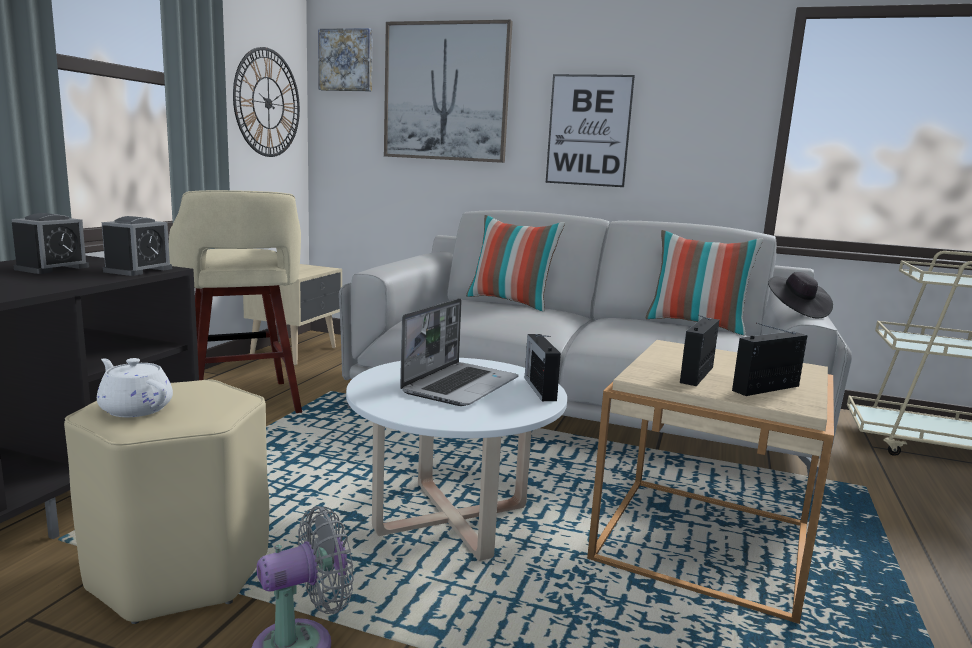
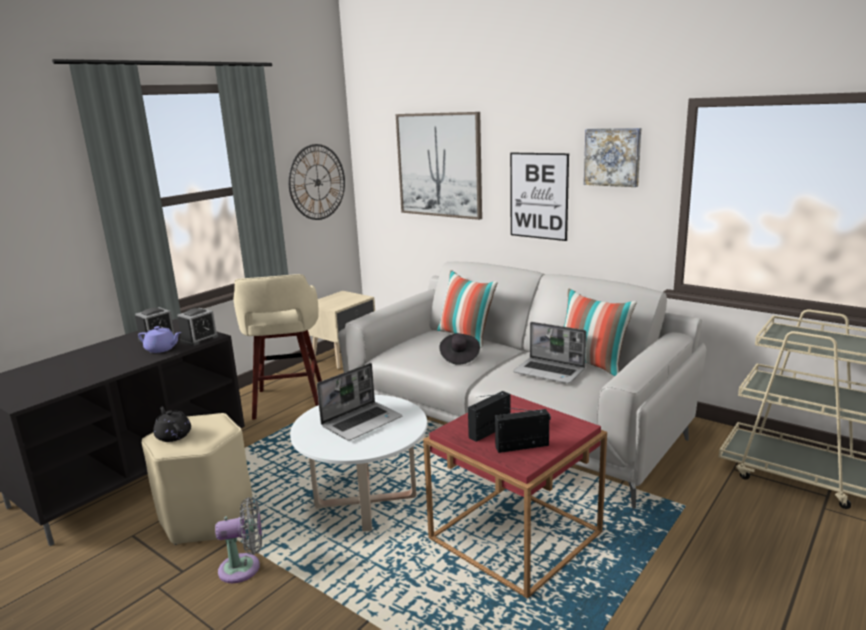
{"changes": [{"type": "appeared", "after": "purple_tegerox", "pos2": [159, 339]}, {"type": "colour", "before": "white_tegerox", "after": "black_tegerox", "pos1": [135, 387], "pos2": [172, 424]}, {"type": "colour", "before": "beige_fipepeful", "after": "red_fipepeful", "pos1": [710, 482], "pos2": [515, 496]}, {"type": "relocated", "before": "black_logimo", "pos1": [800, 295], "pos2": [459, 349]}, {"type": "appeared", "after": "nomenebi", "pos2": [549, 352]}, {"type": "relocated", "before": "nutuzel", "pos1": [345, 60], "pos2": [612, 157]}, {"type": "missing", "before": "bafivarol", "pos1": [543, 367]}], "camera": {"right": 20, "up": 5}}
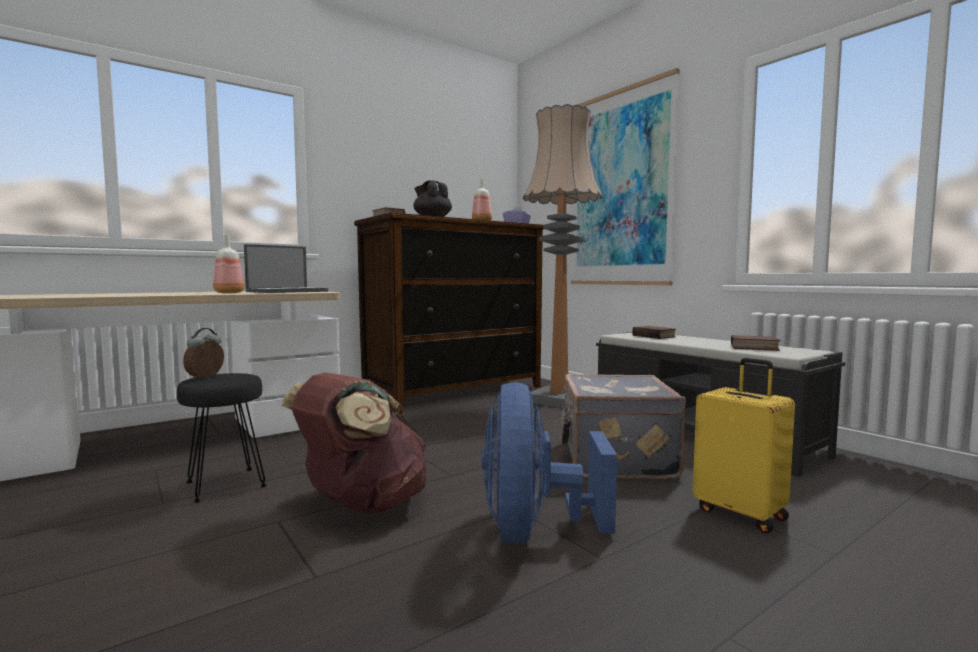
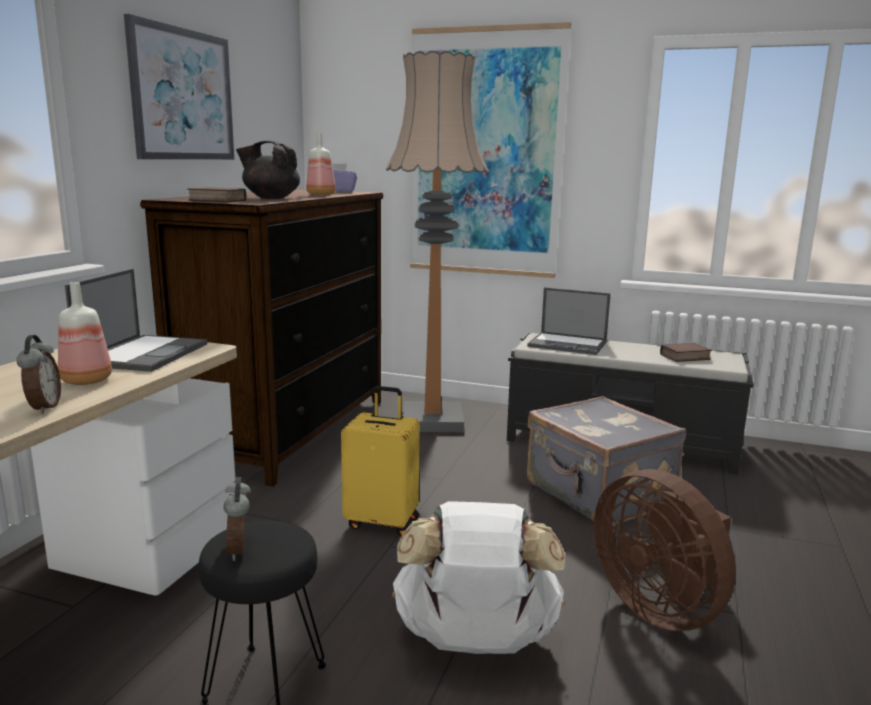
{"changes": [{"type": "appeared", "after": "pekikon", "pos2": [38, 374]}, {"type": "appeared", "after": "nutuzel", "pos2": [179, 87]}, {"type": "relocated", "before": "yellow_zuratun", "pos1": [744, 445], "pos2": [380, 461]}, {"type": "colour", "before": "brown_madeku", "after": "white_madeku", "pos1": [353, 443], "pos2": [478, 577]}, {"type": "exchanged", "before": "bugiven", "after": "nomenebi", "pos1": [654, 332], "pos2": [569, 321]}, {"type": "colour", "before": "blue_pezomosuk", "after": "brown_pezomosuk", "pos1": [549, 463], "pos2": [665, 550]}], "camera": {"right": -35, "up": 10}}
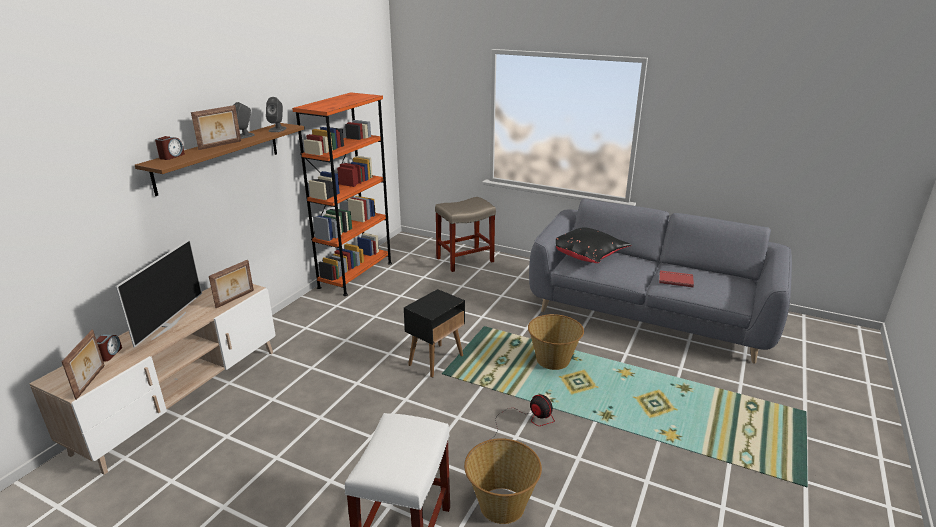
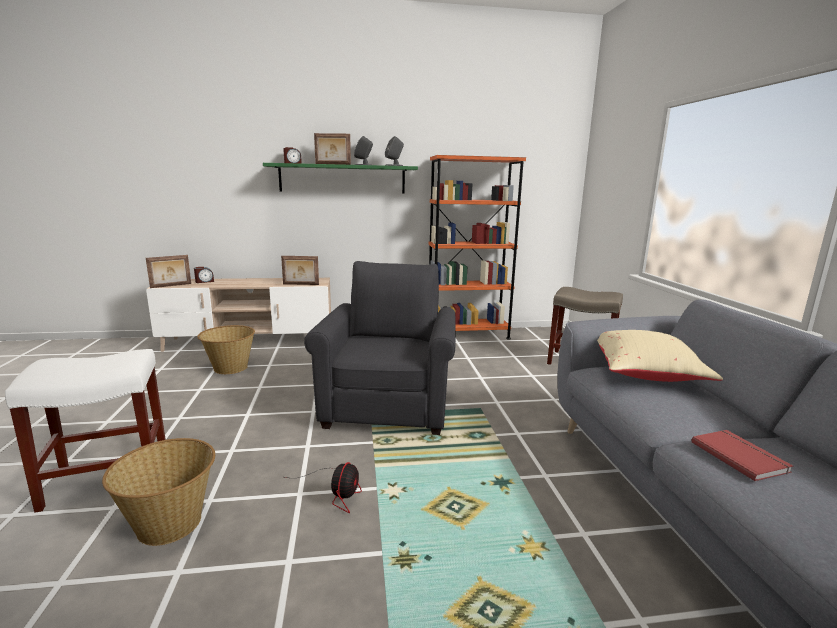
{"changes": [{"type": "relocated", "before": "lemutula", "pos1": [556, 342], "pos2": [226, 349]}, {"type": "colour", "before": "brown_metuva", "after": "green_metuva", "pos1": [220, 159], "pos2": [340, 178]}, {"type": "exchanged", "before": "black_fipepeful", "after": "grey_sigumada", "pos1": [434, 333], "pos2": [380, 348]}, {"type": "colour", "before": "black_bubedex", "after": "beige_bubedex", "pos1": [594, 245], "pos2": [660, 356]}, {"type": "missing", "before": "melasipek", "pos1": [159, 293]}], "camera": {"right": 55, "up": -10}}
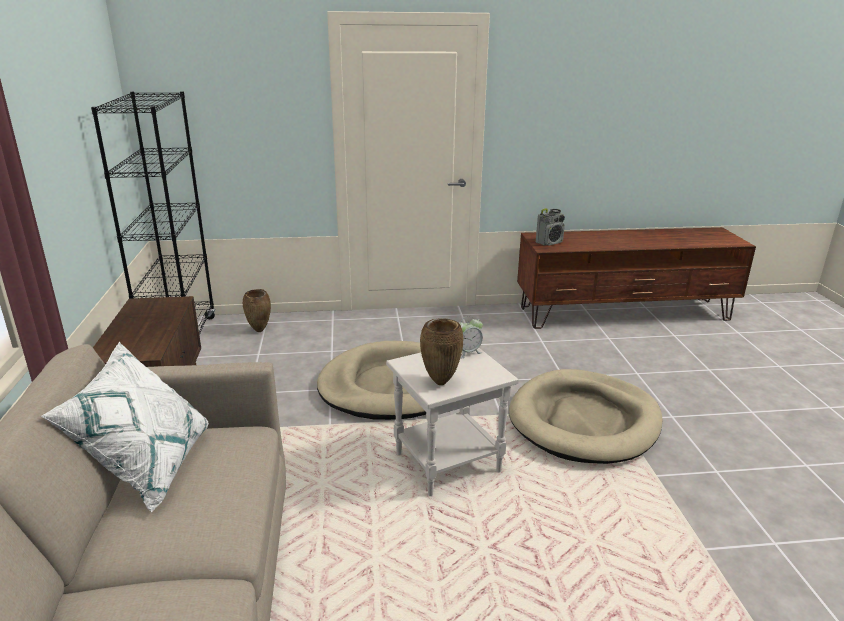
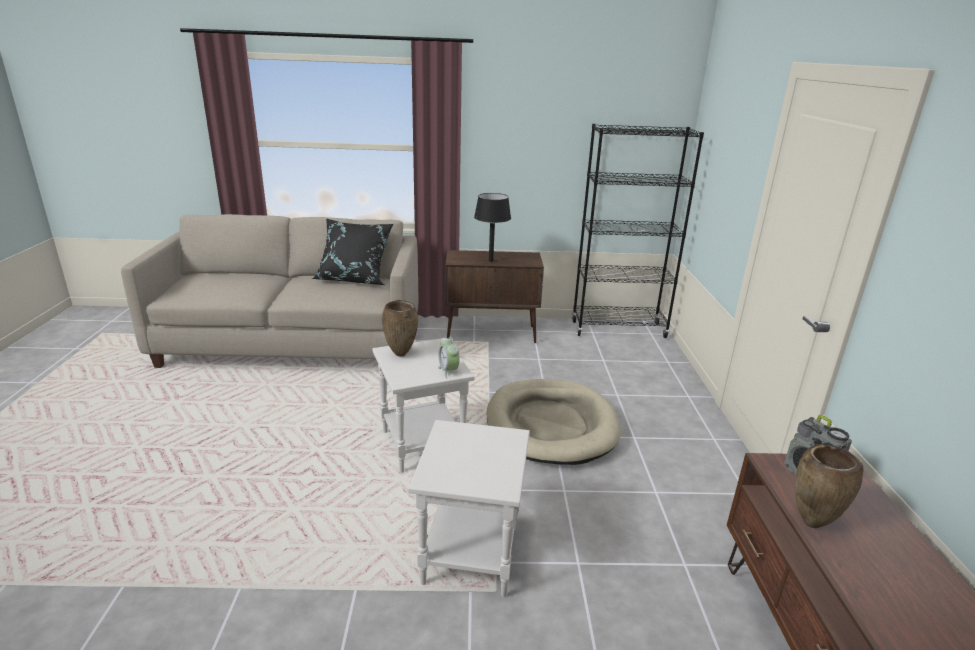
{"changes": [{"type": "colour", "before": "white_bubedex", "after": "black_bubedex", "pos1": [125, 427], "pos2": [352, 251]}, {"type": "exchanged", "before": "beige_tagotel", "after": "white_fipepeful", "pos1": [586, 416], "pos2": [469, 508]}, {"type": "appeared", "after": "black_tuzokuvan", "pos2": [492, 227]}, {"type": "relocated", "before": "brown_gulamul", "pos1": [257, 310], "pos2": [829, 486]}], "camera": {"right": 95, "up": 0}}
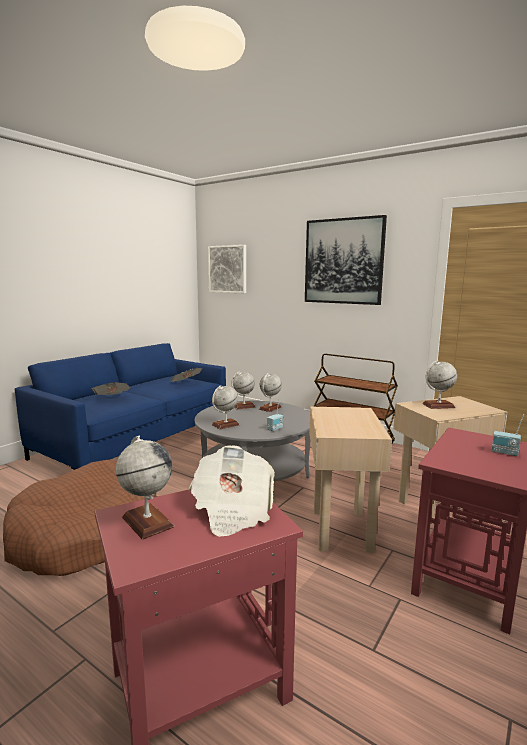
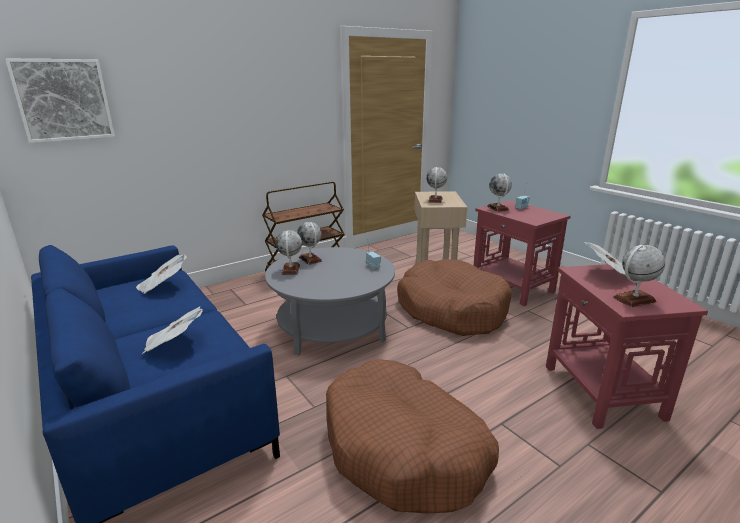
{"changes": [{"type": "exchanged", "before": "beige_fipepeful", "after": "brown_tagotel", "pos1": [350, 480], "pos2": [454, 297]}, {"type": "relocated", "before": "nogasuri", "pos1": [226, 407], "pos2": [499, 193]}, {"type": "missing", "before": "nutuzel", "pos1": [346, 260]}], "camera": {"right": -70, "up": 10}}
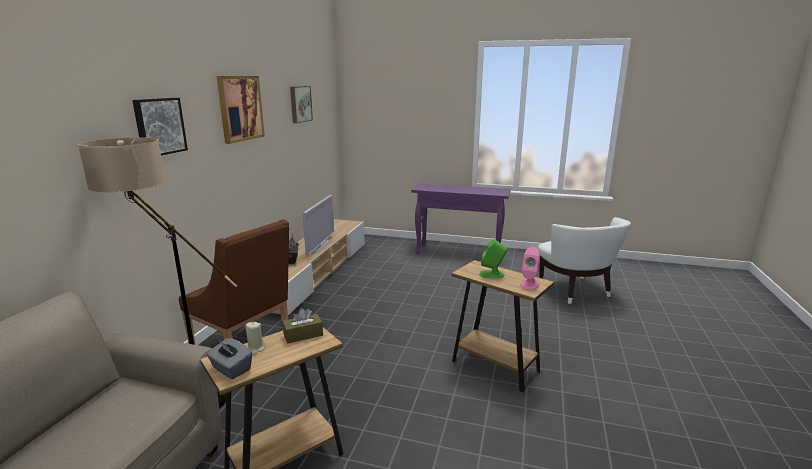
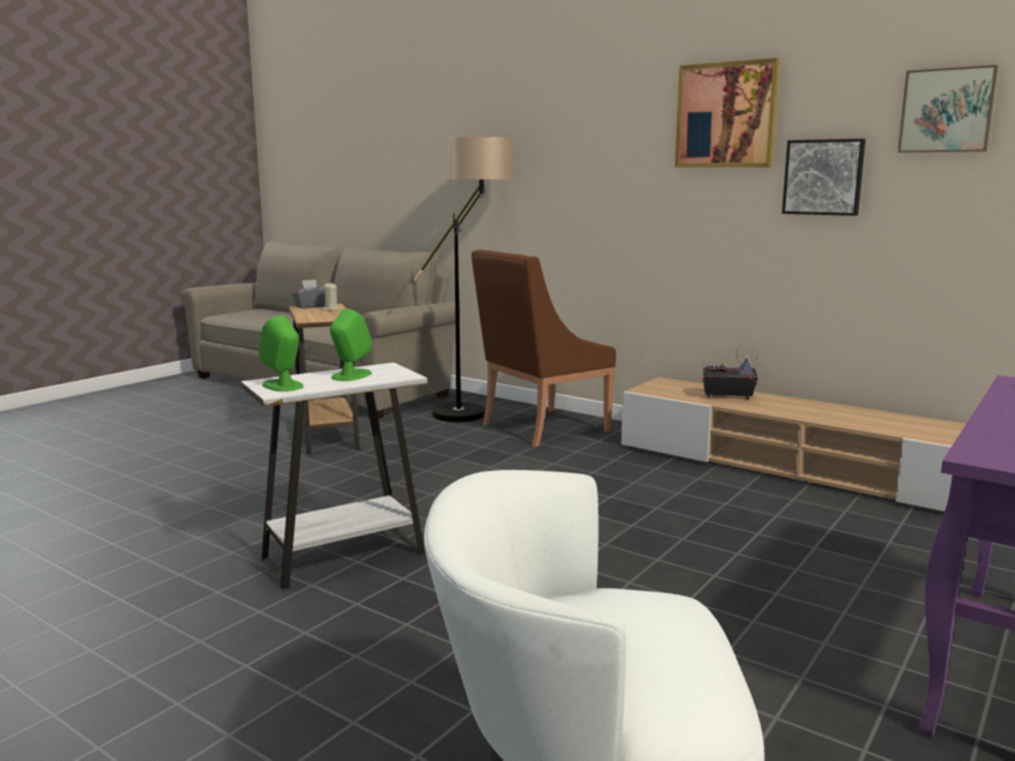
{"changes": [{"type": "colour", "before": "brown_fipepeful", "after": "white_fipepeful", "pos1": [503, 326], "pos2": [334, 476]}, {"type": "colour", "before": "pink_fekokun", "after": "green_fekokun", "pos1": [530, 268], "pos2": [281, 354]}, {"type": "relocated", "before": "nutuzel", "pos1": [160, 126], "pos2": [824, 177]}, {"type": "missing", "before": "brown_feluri", "pos1": [302, 326]}, {"type": "missing", "before": "melasipek", "pos1": [318, 225]}], "camera": {"right": 110, "up": -5}}
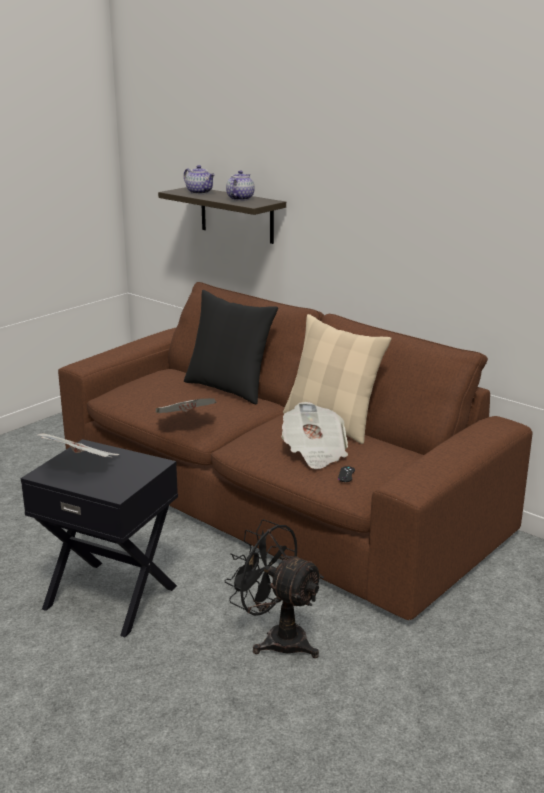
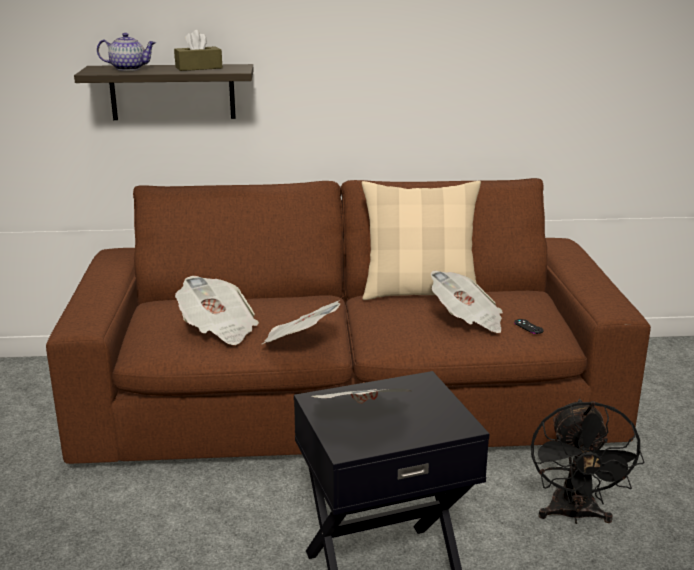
{"changes": [{"type": "exchanged", "before": "tegerox", "after": "brown_feluri", "pos1": [240, 185], "pos2": [198, 50]}, {"type": "appeared", "after": "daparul", "pos2": [217, 310]}, {"type": "spun", "before": "black_pezomosuk", "pos1": [274, 588], "pos2": [587, 461], "turn": -75}, {"type": "missing", "before": "black_bubedex", "pos1": [231, 347]}], "camera": {"right": -45, "up": 0}}
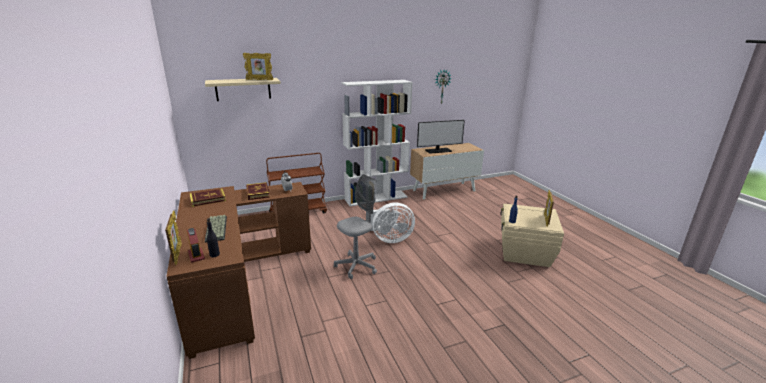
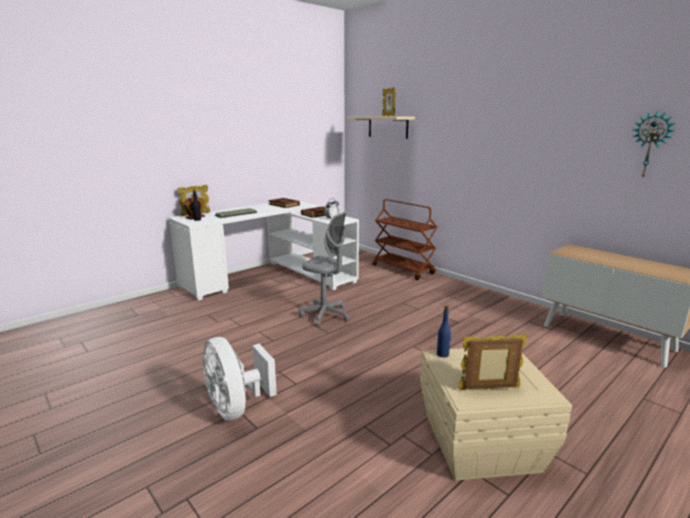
{"changes": [{"type": "colour", "before": "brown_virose", "after": "white_virose", "pos1": [238, 270], "pos2": [264, 250]}, {"type": "relocated", "before": "white_pezomosuk", "pos1": [392, 223], "pos2": [239, 379]}, {"type": "missing", "before": "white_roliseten", "pos1": [377, 143]}, {"type": "missing", "before": "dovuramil", "pos1": [441, 137]}], "camera": {"right": 70, "up": -5}}
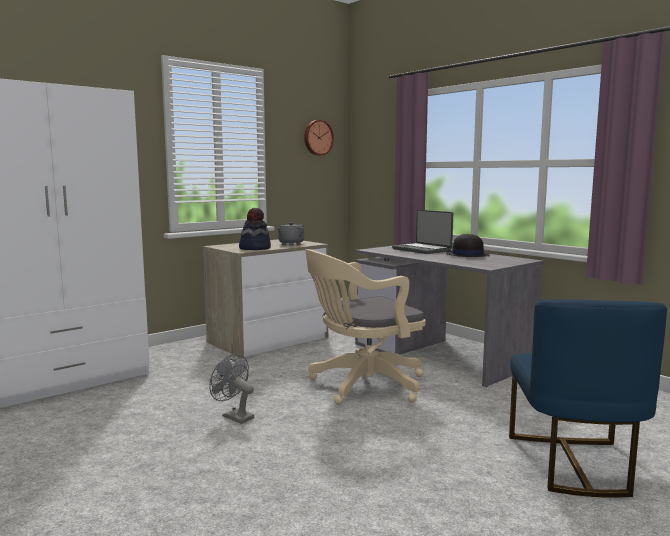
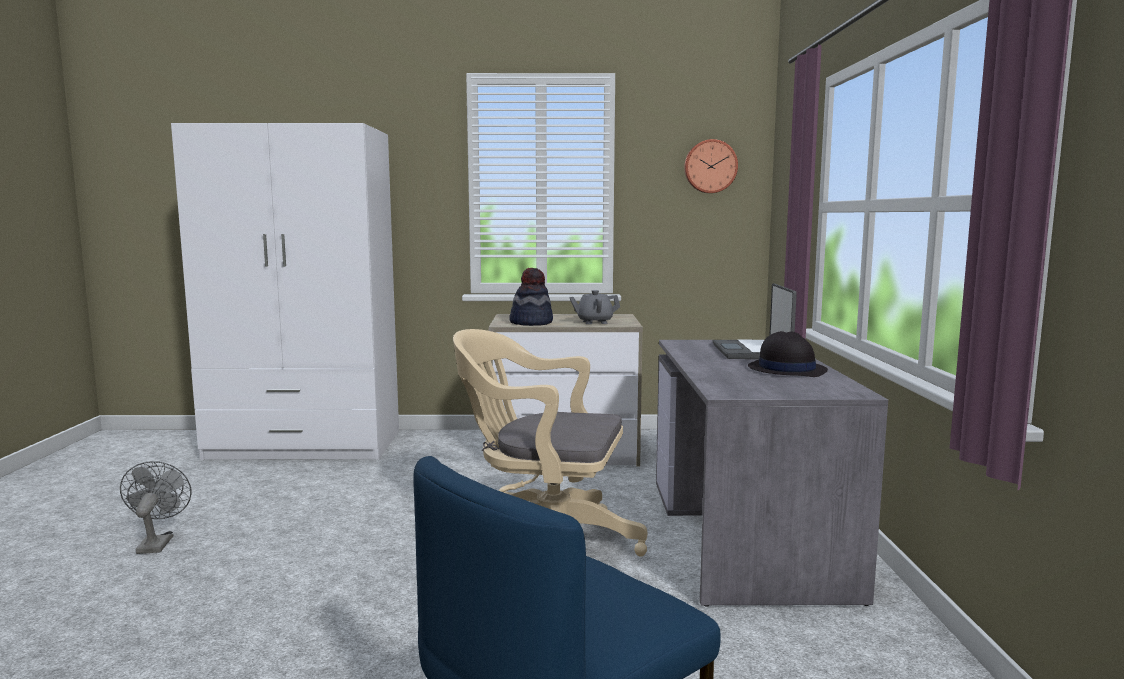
{"changes": [{"type": "relocated", "before": "grey_pezomosuk", "pos1": [231, 389], "pos2": [155, 507]}], "camera": {"right": 40, "up": 0}}
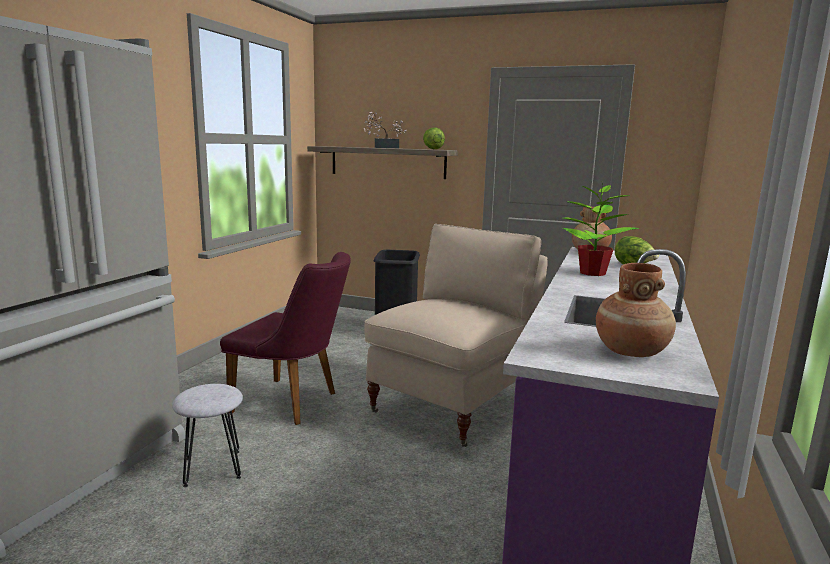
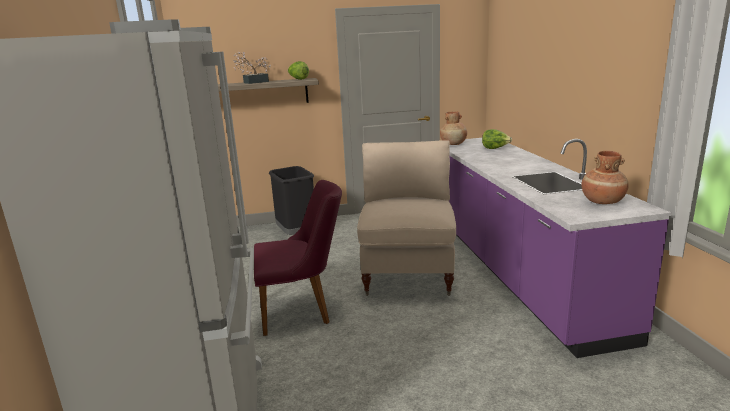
{"changes": [{"type": "missing", "before": "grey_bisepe", "pos1": [207, 435]}, {"type": "missing", "before": "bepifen", "pos1": [601, 229]}], "camera": {"right": -30, "up": 5}}
